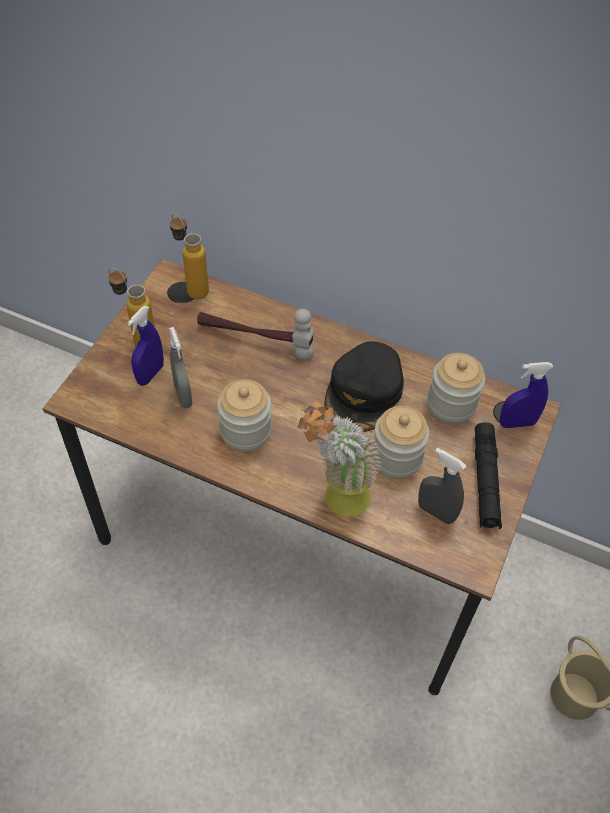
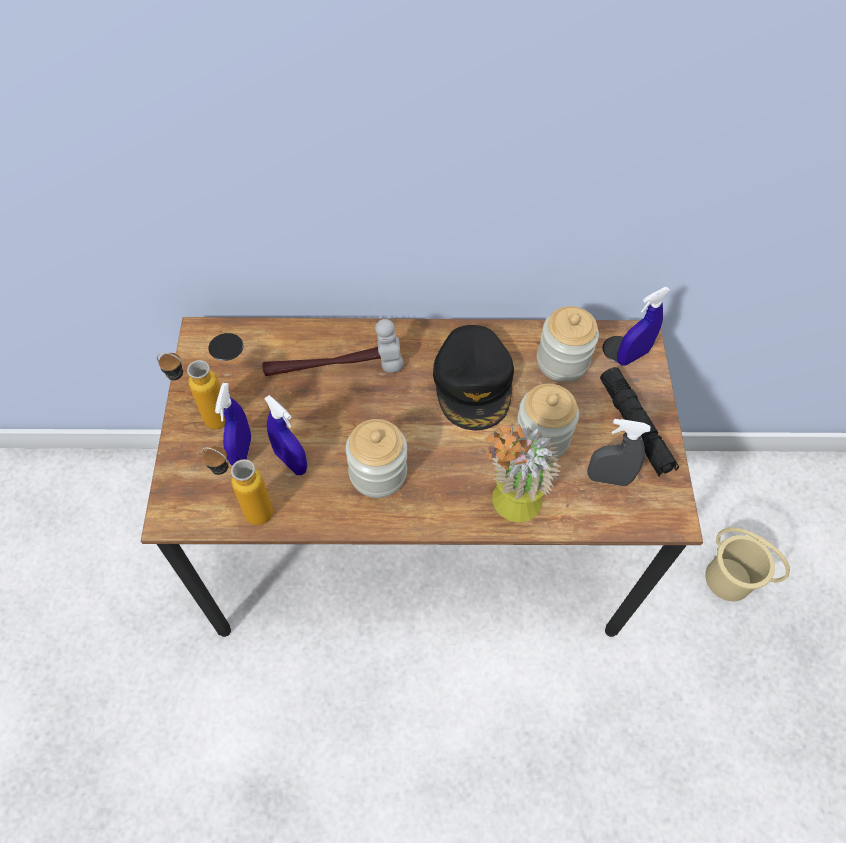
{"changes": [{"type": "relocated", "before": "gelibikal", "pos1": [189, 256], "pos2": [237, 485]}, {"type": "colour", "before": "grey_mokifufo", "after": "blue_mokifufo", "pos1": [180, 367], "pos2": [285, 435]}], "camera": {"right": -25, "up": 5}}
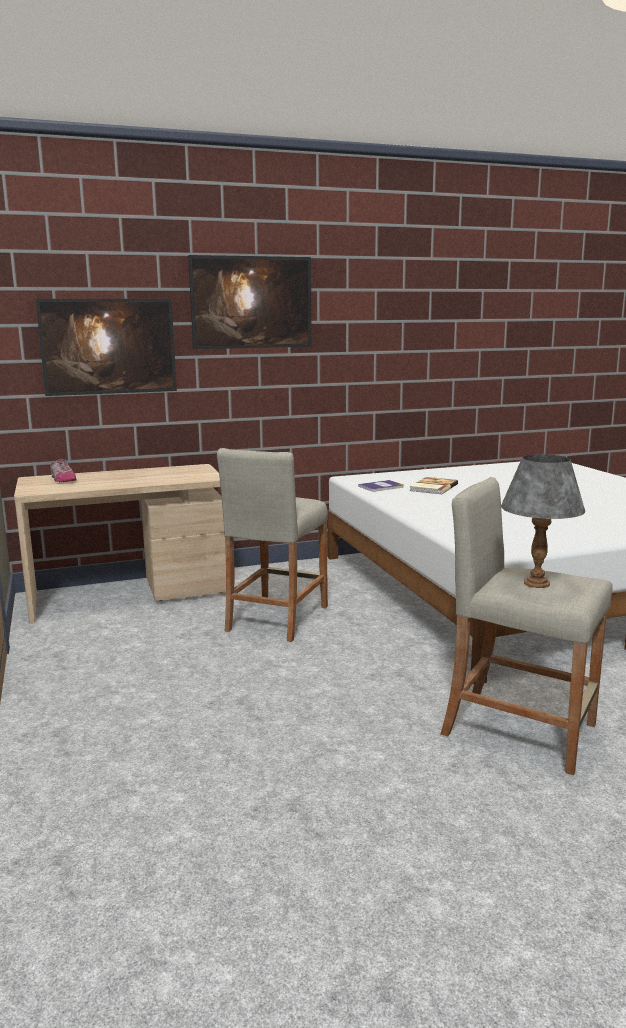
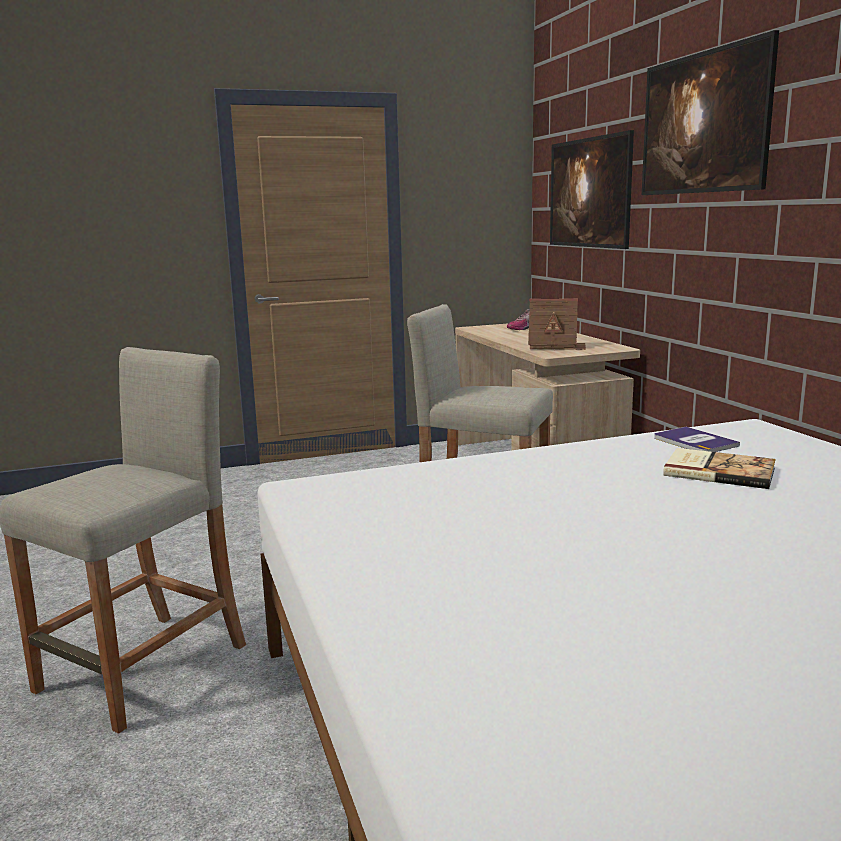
{"changes": [{"type": "appeared", "after": "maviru", "pos2": [557, 324]}, {"type": "missing", "before": "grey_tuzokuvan", "pos1": [543, 521]}], "camera": {"right": 90, "up": 0}}
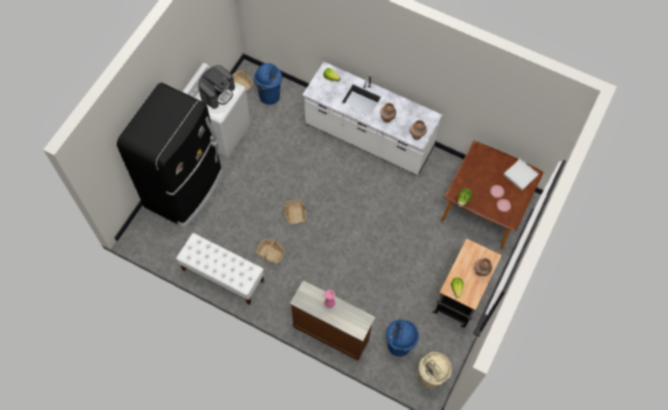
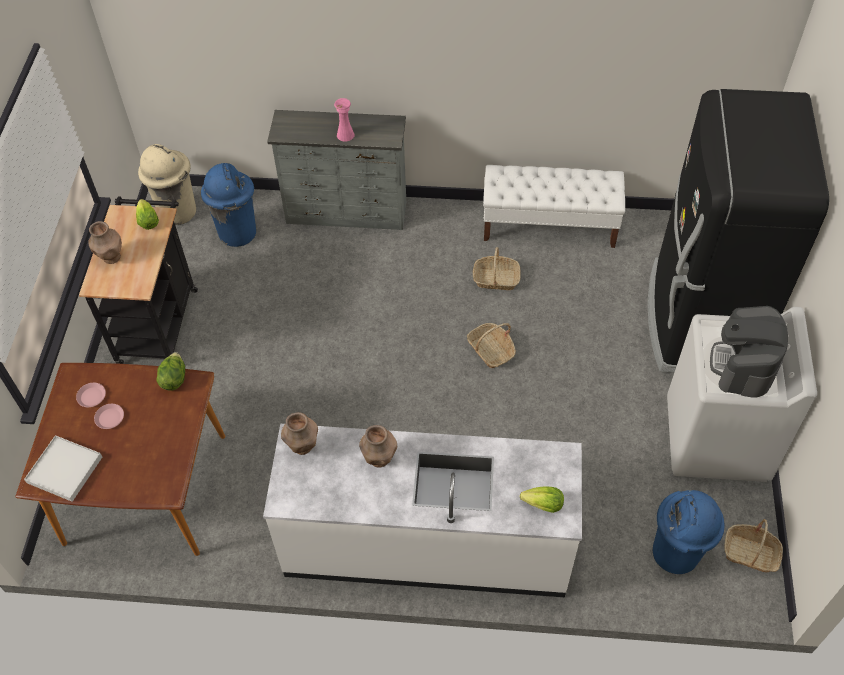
{"changes": [{"type": "colour", "before": "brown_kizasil", "after": "grey_kizasil", "pos1": [333, 320], "pos2": [336, 170]}], "camera": {"right": 160, "up": -10}}
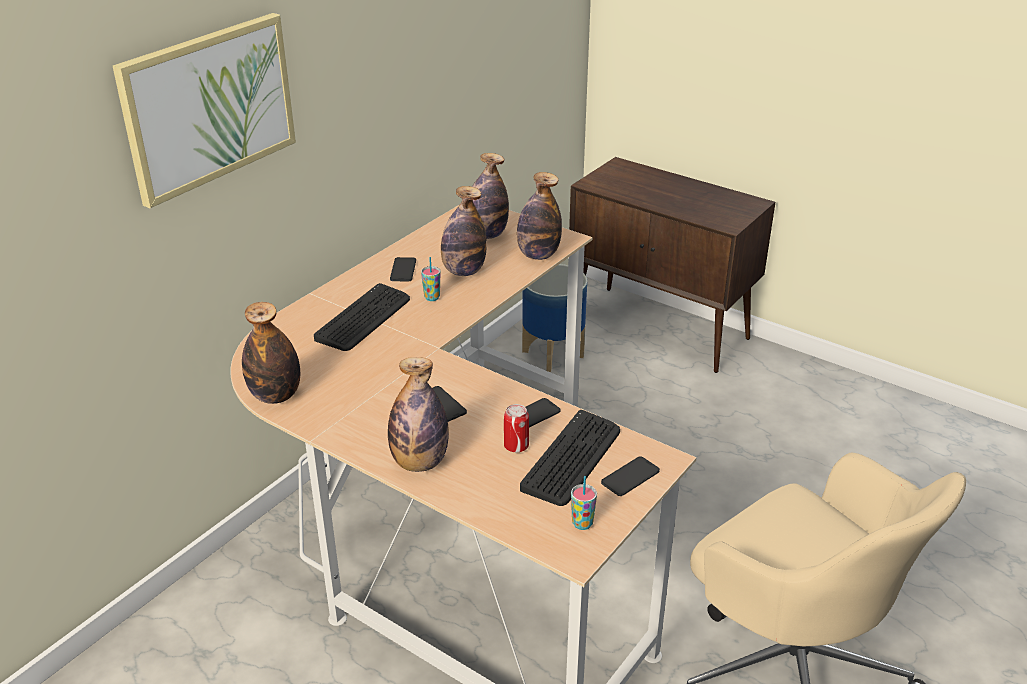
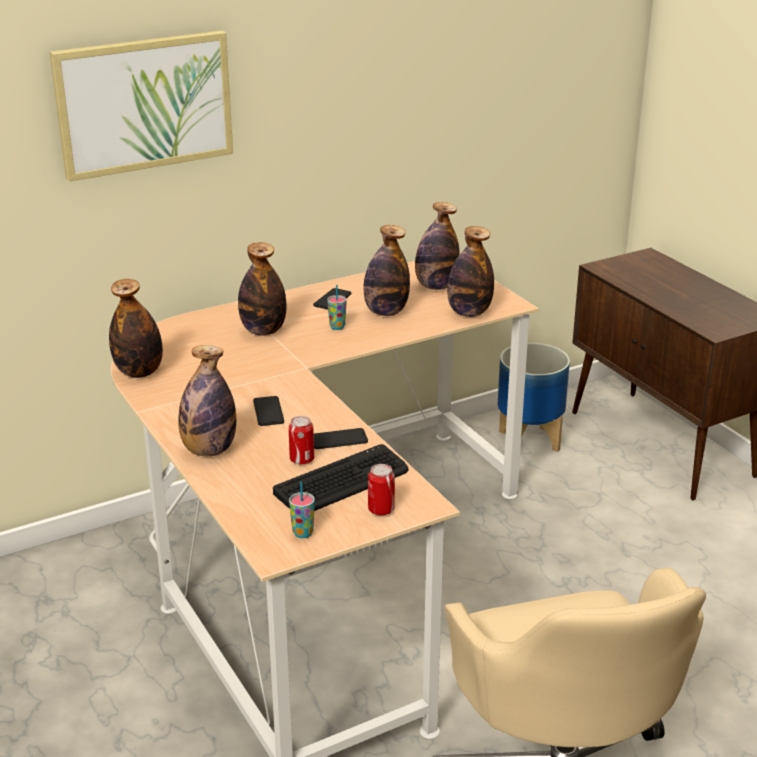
{"changes": [{"type": "exchanged", "before": "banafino", "after": "gelibikal", "pos1": [362, 317], "pos2": [262, 289]}, {"type": "exchanged", "before": "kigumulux", "after": "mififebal", "pos1": [630, 476], "pos2": [381, 490]}], "camera": {"right": 25, "up": -5}}
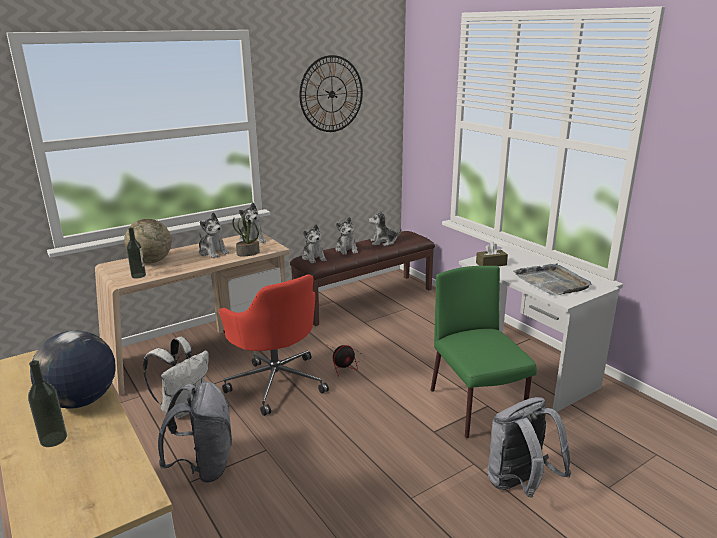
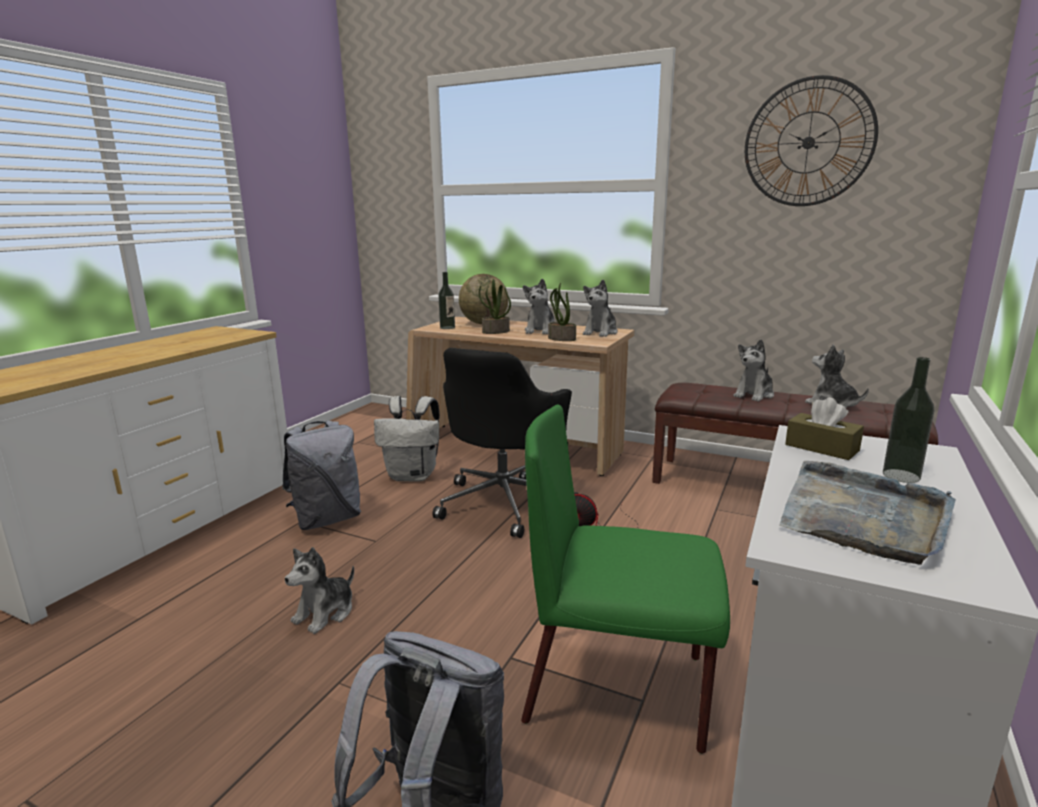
{"changes": [{"type": "relocated", "before": "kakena", "pos1": [314, 244], "pos2": [319, 590]}, {"type": "colour", "before": "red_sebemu", "after": "black_sebemu", "pos1": [274, 345], "pos2": [505, 443]}, {"type": "appeared", "after": "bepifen", "pos2": [495, 306]}, {"type": "spun", "before": "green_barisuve", "pos1": [484, 352], "pos2": [625, 579], "turn": -120}, {"type": "relocated", "before": "gelibikal", "pos1": [47, 403], "pos2": [908, 420]}, {"type": "missing", "before": "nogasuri", "pos1": [73, 370]}], "camera": {"right": 60, "up": -5}}
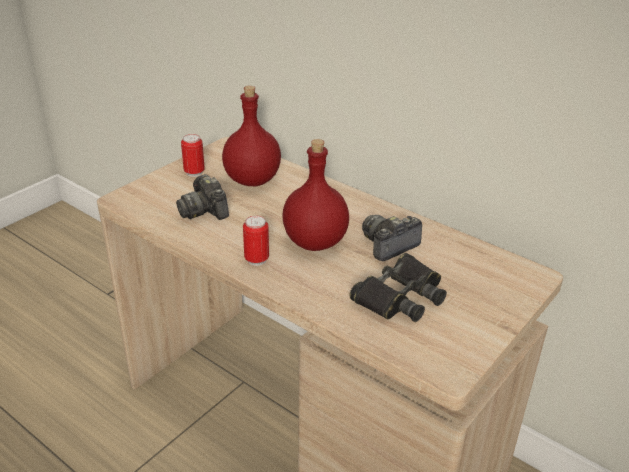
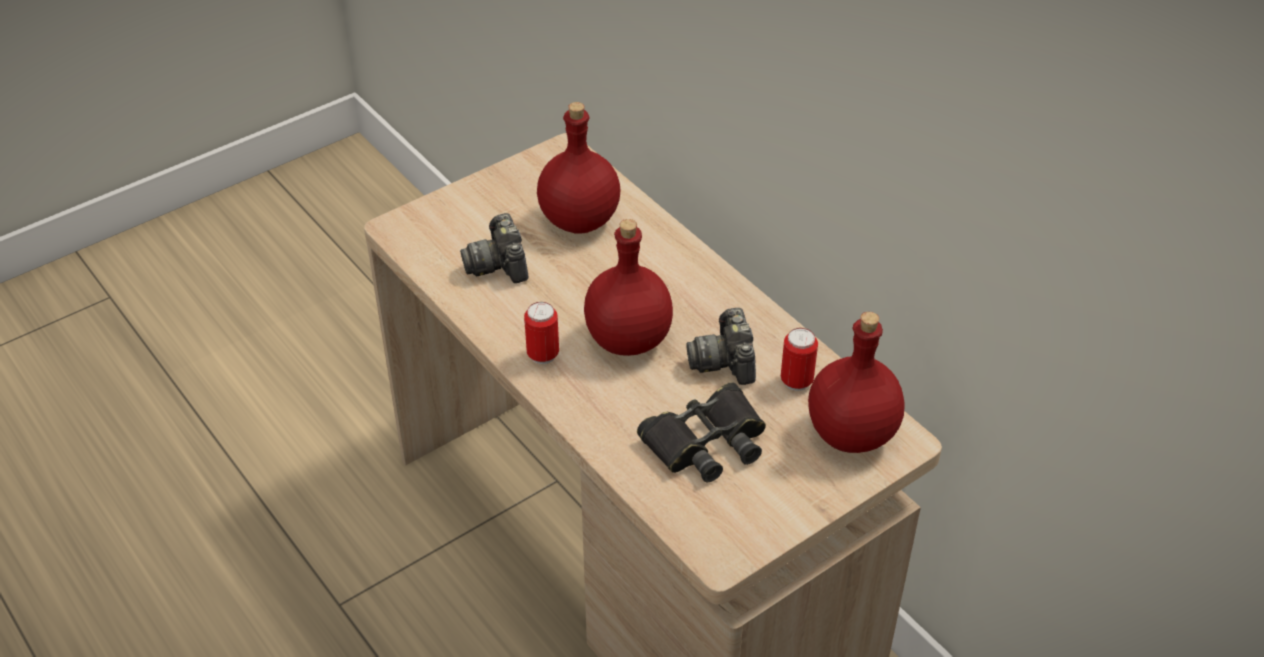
{"changes": [{"type": "spun", "before": "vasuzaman", "pos1": [392, 238], "pos2": [721, 346], "turn": -75}, {"type": "relocated", "before": "mififebal", "pos1": [193, 155], "pos2": [799, 359]}, {"type": "appeared", "after": "red_gelibikal", "pos2": [856, 382]}], "camera": {"right": 15, "up": 10}}
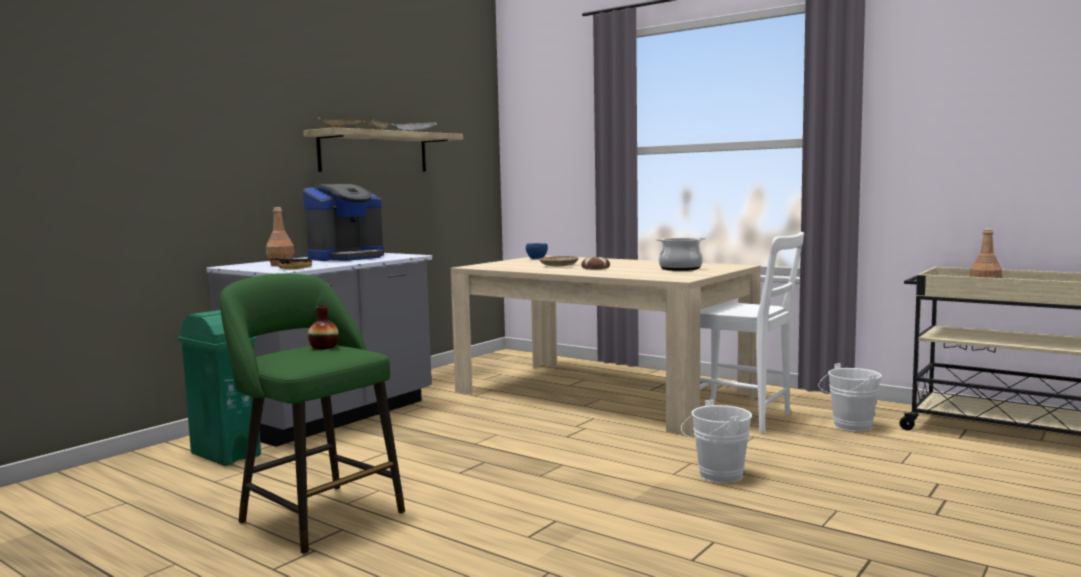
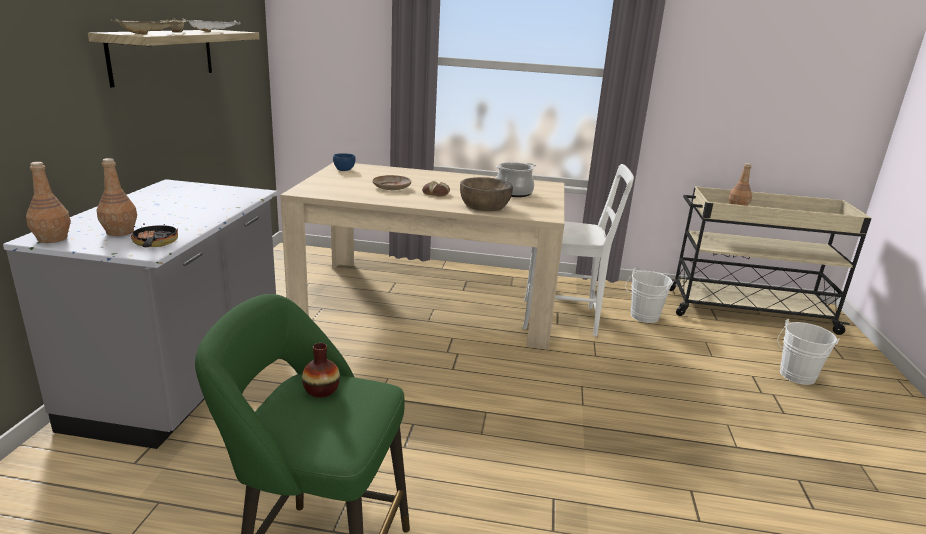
{"changes": [{"type": "appeared", "after": "brown_gelibikal", "pos2": [48, 202]}, {"type": "appeared", "after": "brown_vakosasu", "pos2": [486, 194]}, {"type": "relocated", "before": "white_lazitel", "pos1": [716, 441], "pos2": [808, 352]}, {"type": "missing", "before": "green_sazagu", "pos1": [219, 388]}, {"type": "missing", "before": "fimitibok", "pos1": [343, 222]}], "camera": {"right": -30, "up": 15}}
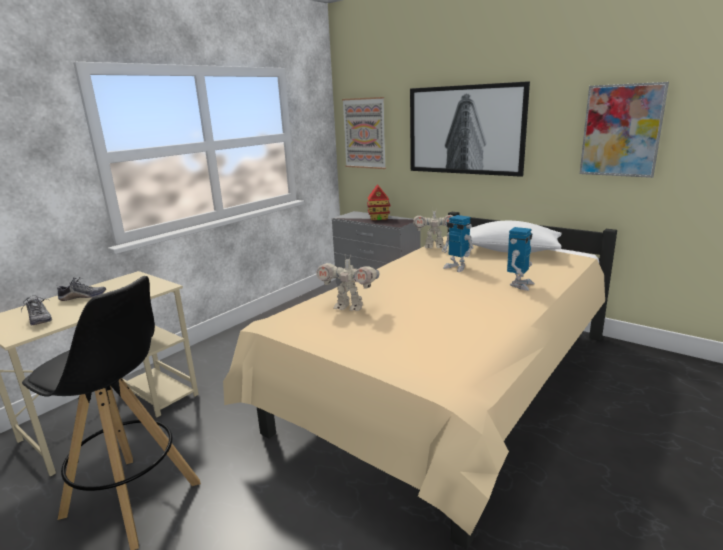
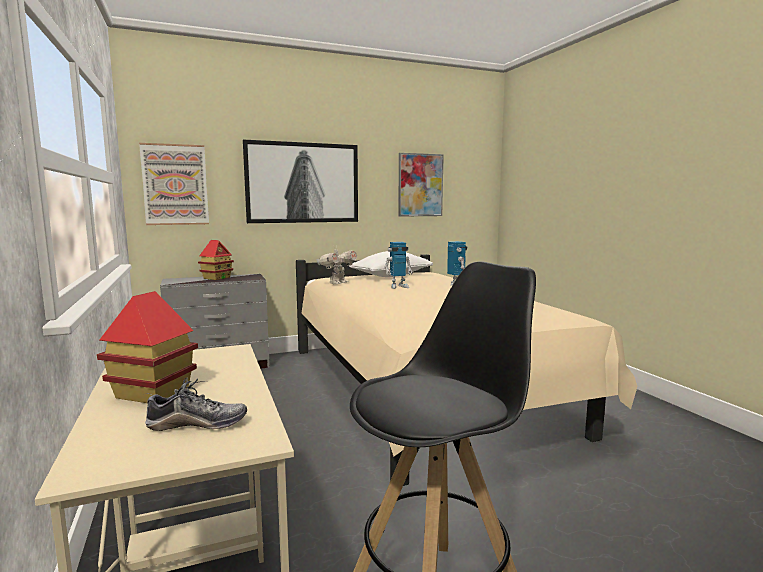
{"changes": [{"type": "exchanged", "before": "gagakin", "after": "maviru", "pos1": [80, 289], "pos2": [147, 347]}, {"type": "missing", "before": "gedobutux", "pos1": [347, 282]}], "camera": {"right": -60, "up": -10}}
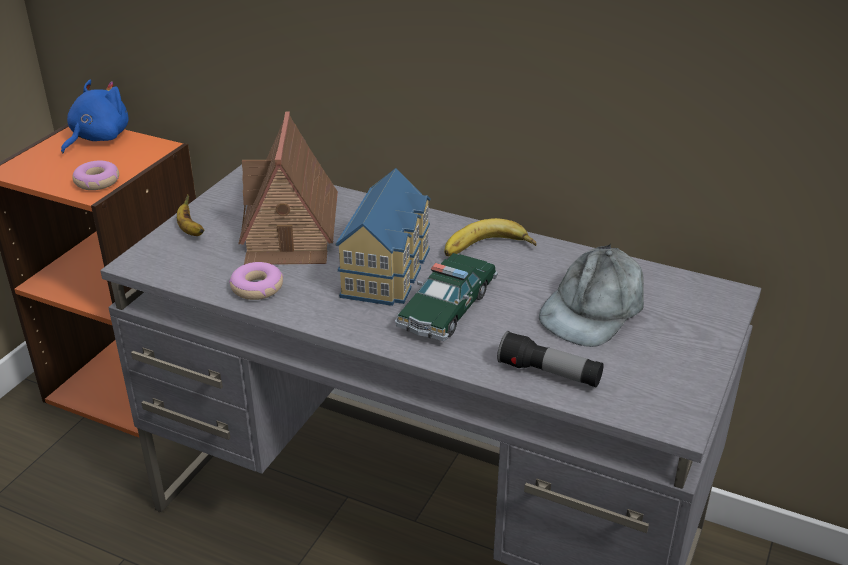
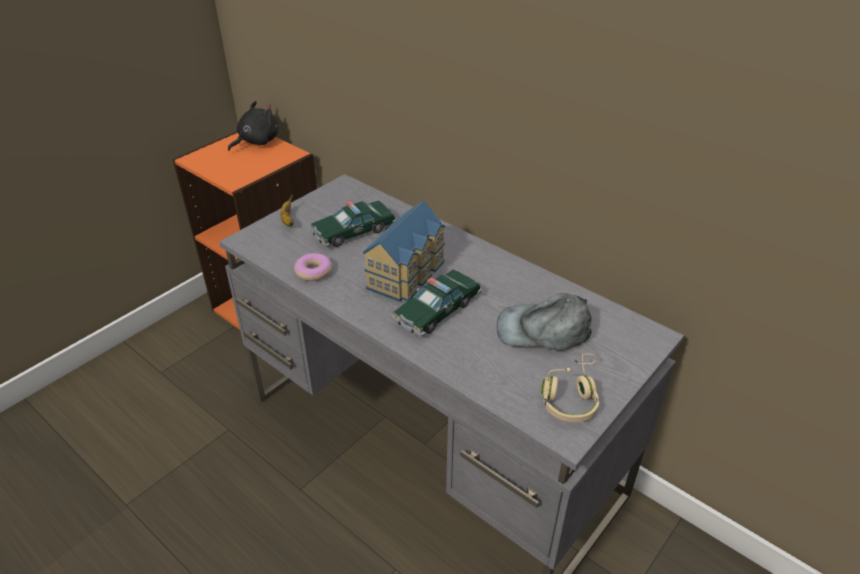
{"changes": [{"type": "colour", "before": "blue_kakena", "after": "black_kakena", "pos1": [95, 116], "pos2": [253, 126]}, {"type": "exchanged", "before": "maviru", "after": "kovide", "pos1": [288, 188], "pos2": [353, 224]}, {"type": "spun", "before": "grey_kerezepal", "pos1": [591, 295], "pos2": [544, 322], "turn": 45}, {"type": "appeared", "after": "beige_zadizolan", "pos2": [570, 388]}, {"type": "missing", "before": "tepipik", "pos1": [95, 175]}, {"type": "missing", "before": "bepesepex", "pos1": [490, 237]}, {"type": "missing", "before": "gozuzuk", "pos1": [550, 359]}], "camera": {"right": 15, "up": 5}}
